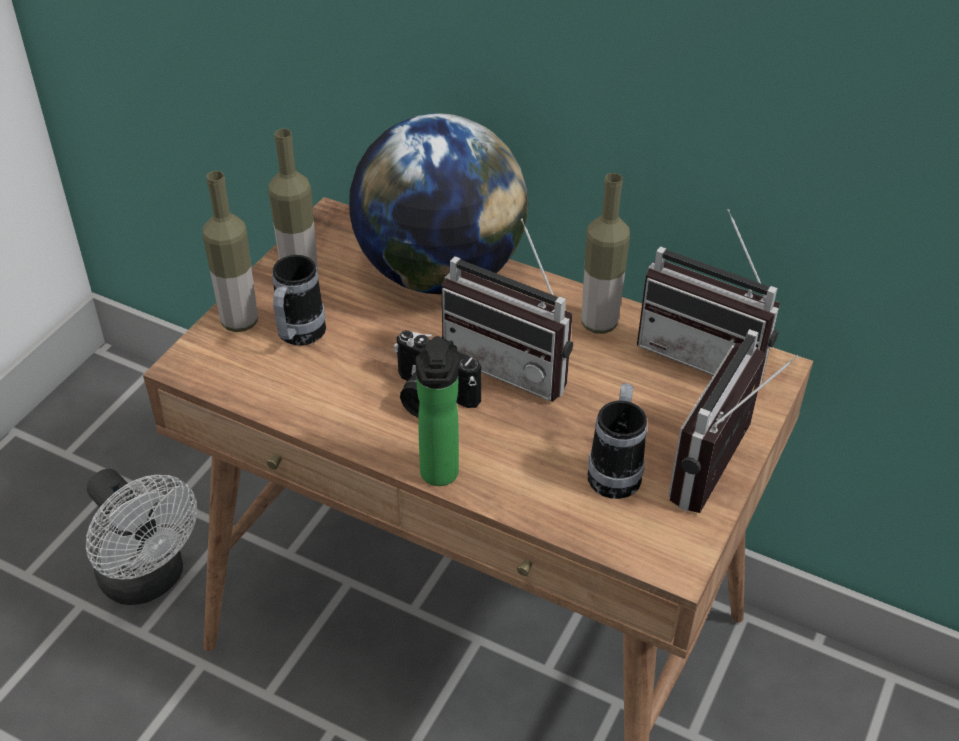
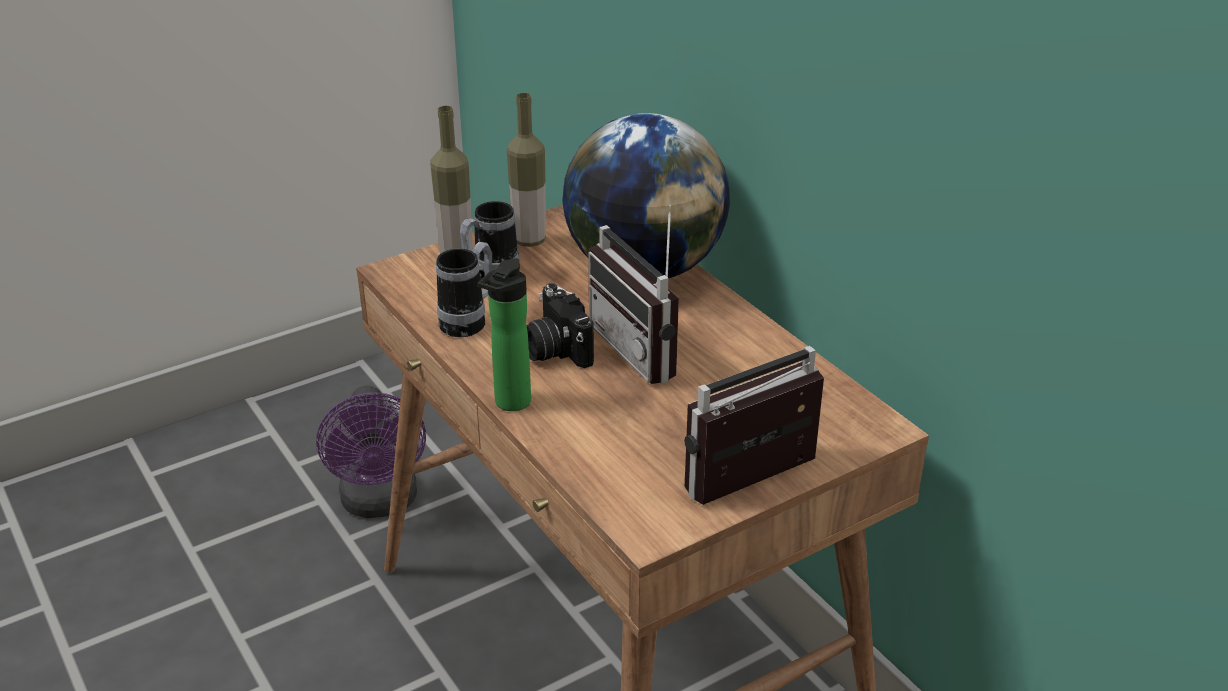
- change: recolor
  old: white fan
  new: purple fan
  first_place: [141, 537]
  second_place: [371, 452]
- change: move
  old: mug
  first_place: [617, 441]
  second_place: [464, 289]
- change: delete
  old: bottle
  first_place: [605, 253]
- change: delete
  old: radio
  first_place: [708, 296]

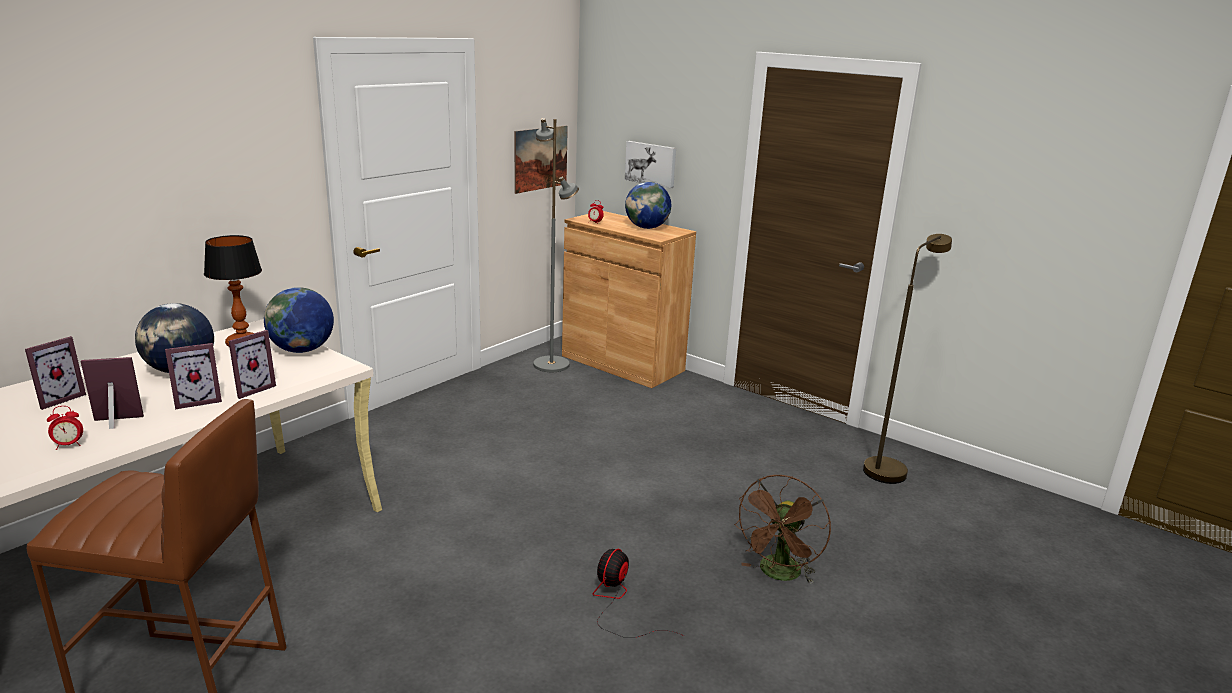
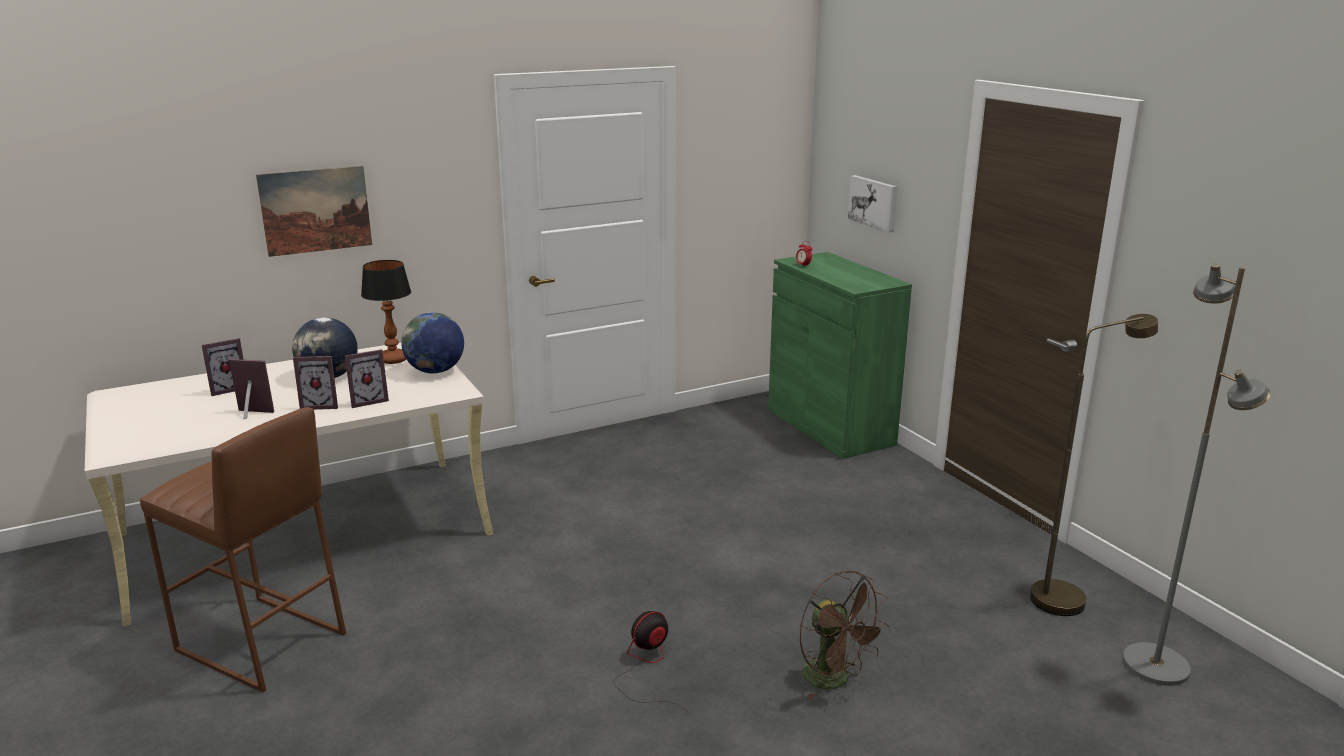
- change: move
  old: picture
  first_place: [541, 159]
  second_place: [314, 211]
- change: recolor
  old: brown cabinet
  new: green cabinet
  first_place: [629, 299]
  second_place: [840, 355]
- change: rotate
  old: brown fan
  first_place: [782, 529]
  second_place: [844, 635]
  degrees: -90
- change: move
  old: grey floor lamp
  first_place: [556, 245]
  second_place: [1196, 474]
- change: delete
  old: alarm clock
  first_place: [65, 428]
- change: delete
  old: globe
  first_place: [648, 205]

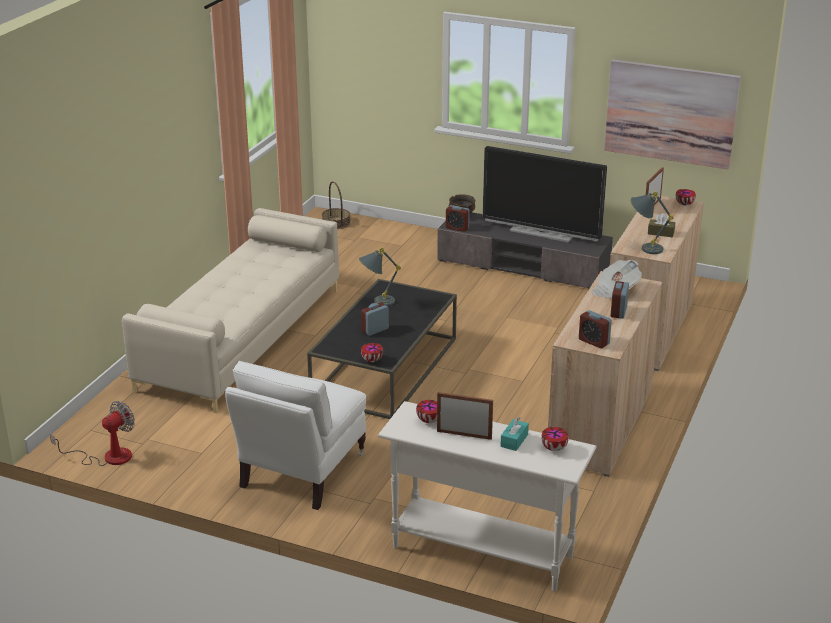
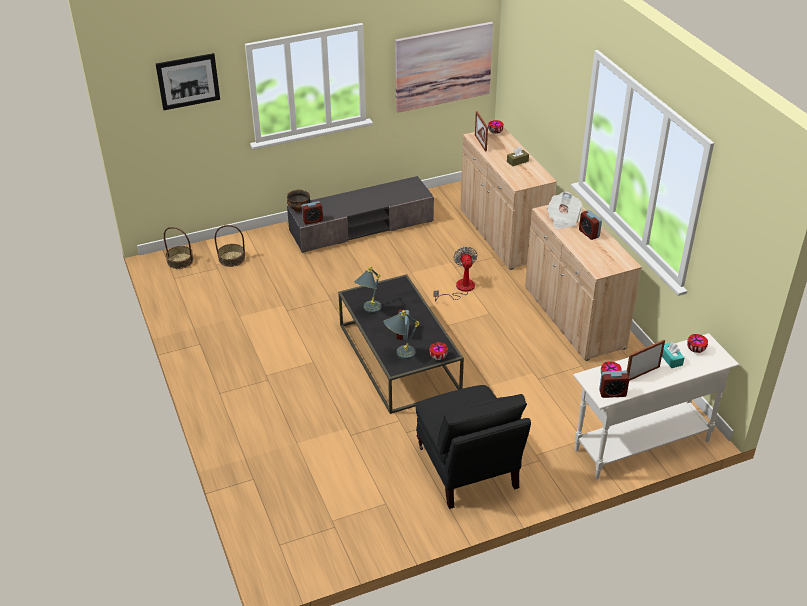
- change: insert
  new: picture
  second_place: [188, 81]
- change: insert
  new: basket
  second_place: [230, 246]
- change: move
  old: grey table lamp
  first_place: [652, 222]
  second_place: [402, 334]
- change: recolor
  old: white armchair
  new: black armchair
  first_place: [295, 435]
  second_place: [473, 447]
- change: move
  old: fan
  first_place: [92, 433]
  second_place: [455, 274]
- change: move
  old: alarm clock
  first_place: [595, 329]
  second_place: [614, 384]
- change: delete
  old: beige sofa
  first_place: [230, 310]
- change: delete
  old: television
  first_place: [545, 194]

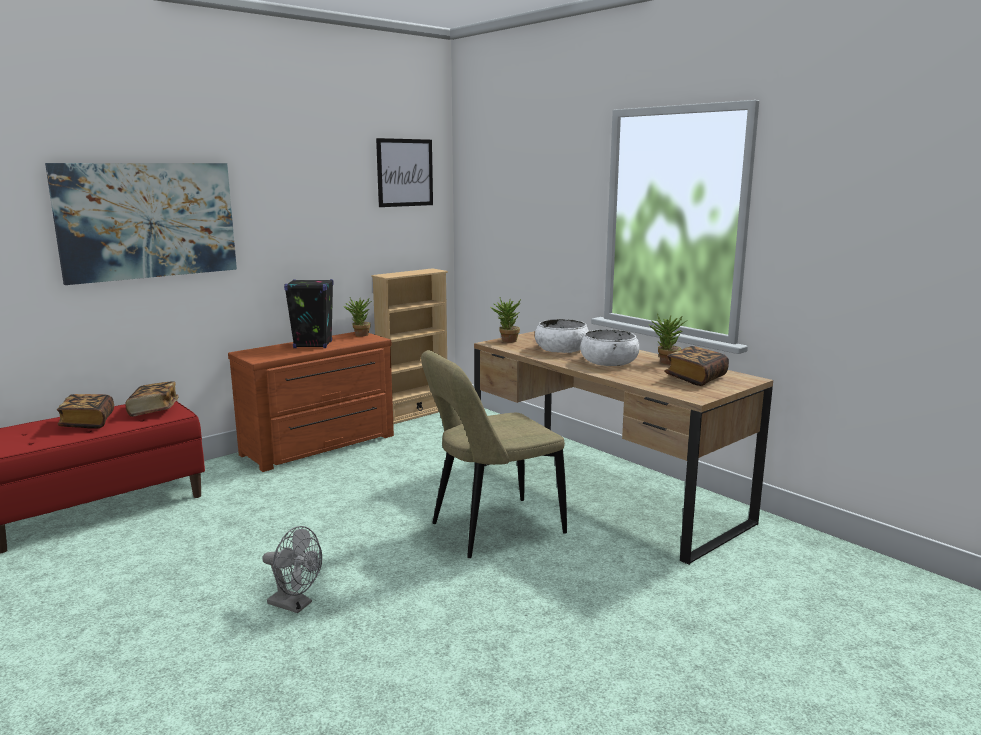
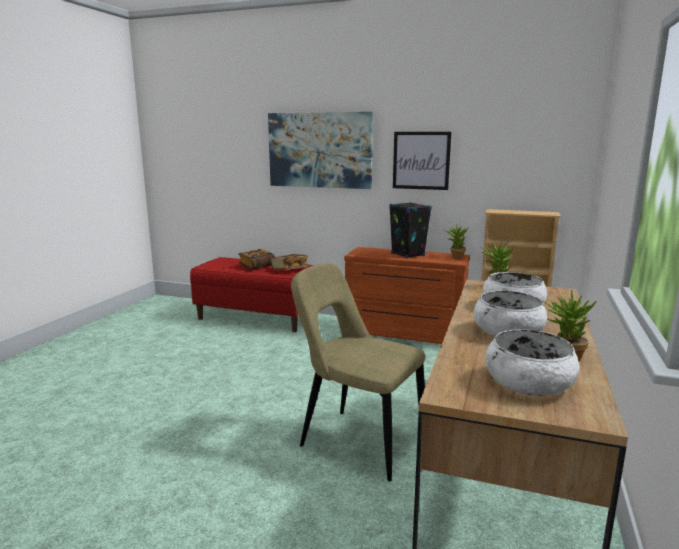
- change: move
  old: picture
  first_place: [404, 172]
  second_place: [422, 161]
- change: replace
  old: book
  new: white bowl
  first_place: [697, 366]
  second_place: [532, 362]
- change: delete
  old: grey fan
  first_place: [292, 569]

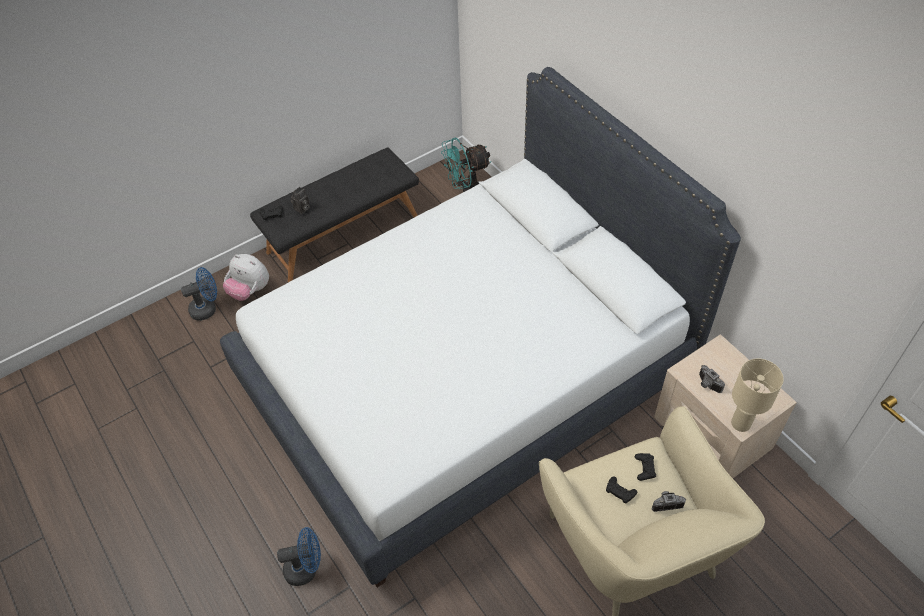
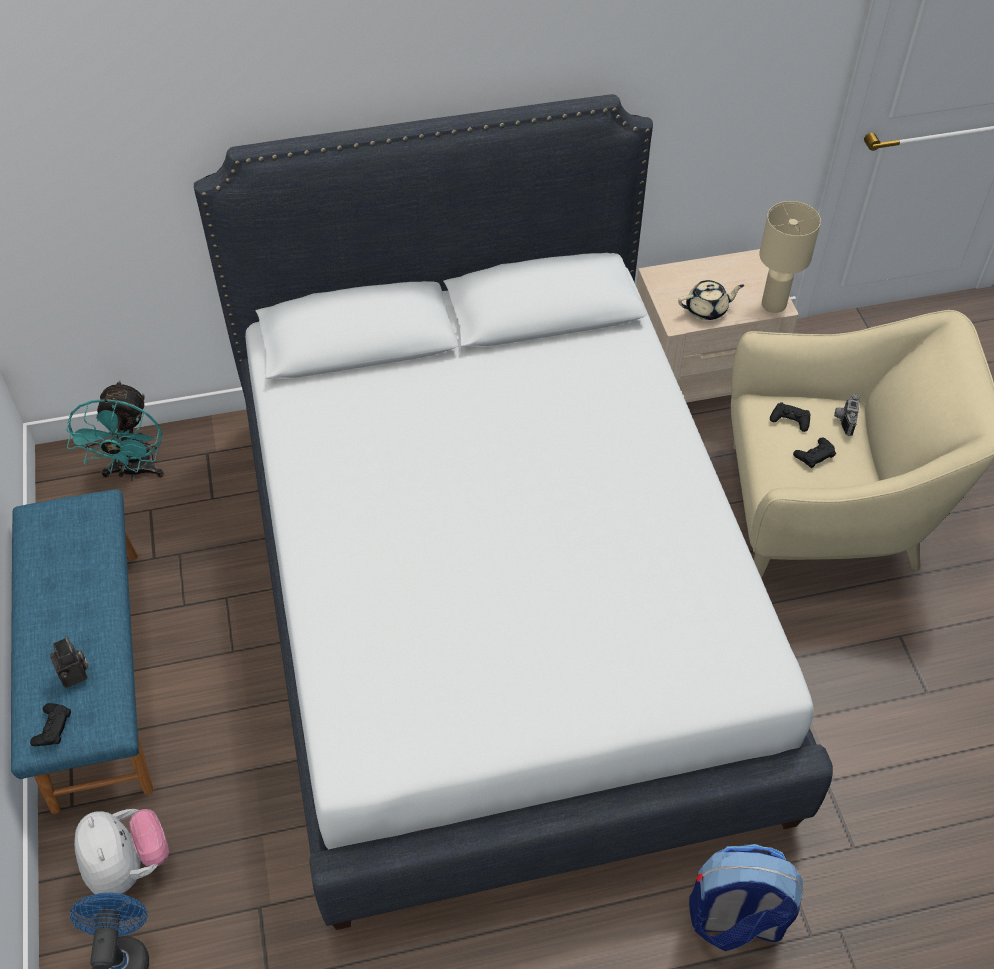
- change: recolor
  old: black bench
  new: blue bench
  first_place: [334, 215]
  second_place: [82, 651]
- change: rotate
  old: plush toy
  first_place: [246, 277]
  second_place: [121, 851]
  degrees: -75
- change: replace
  old: photo camera
  new: beige teapot
  first_place: [712, 379]
  second_place: [711, 300]
- change: replace
  old: blue fan
  new: backpack
  first_place: [299, 556]
  second_place: [746, 897]

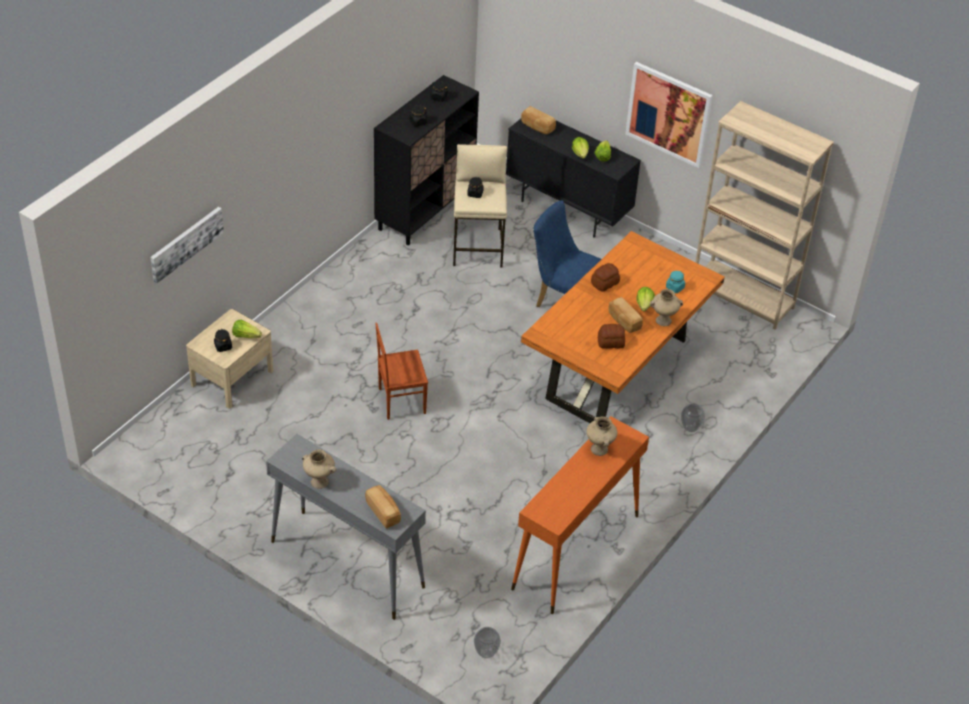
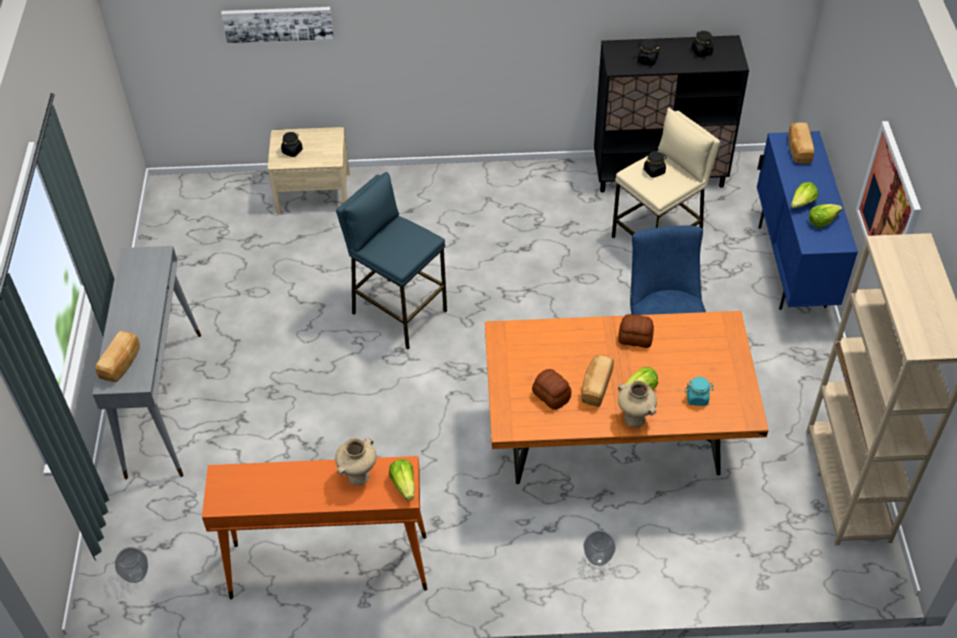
- change: replace
  old: brown chair
  new: blue stool
  first_place: [401, 371]
  second_place: [391, 260]
- change: move
  old: lettuce
  first_place: [247, 329]
  second_place: [401, 480]
- change: recolor
  old: black cabinet
  new: blue cabinet
  first_place: [573, 178]
  second_place: [807, 220]
- change: delete
  old: beige vase
  first_place: [319, 469]

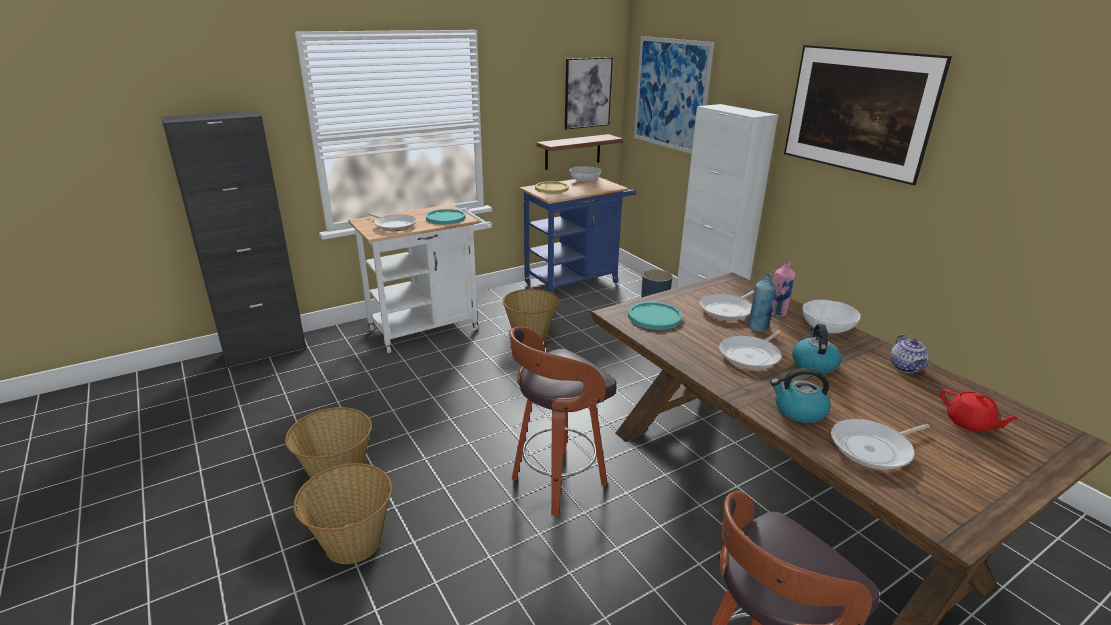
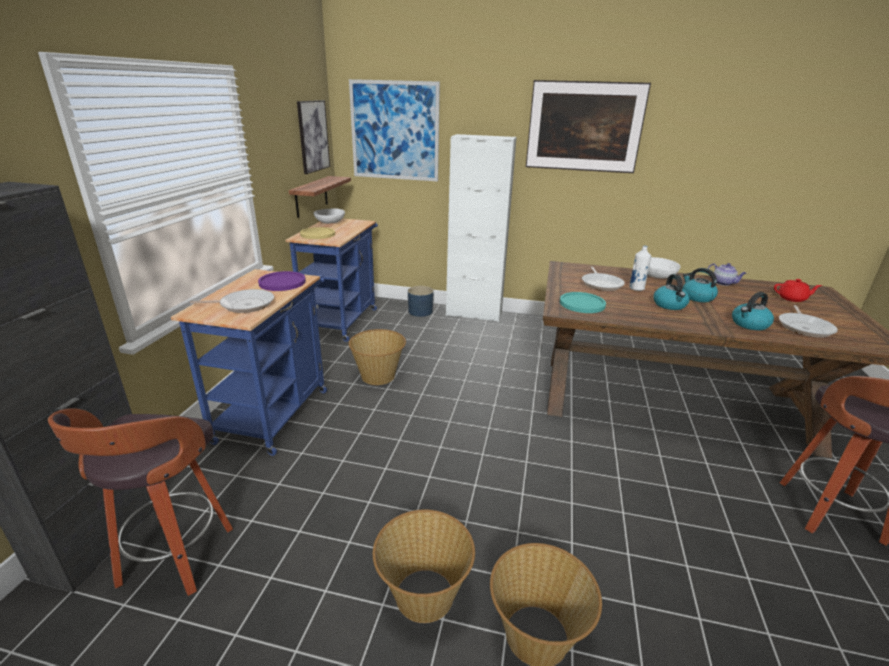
- change: move
  old: stool
  first_place: [563, 421]
  second_place: [140, 502]
- change: recolor
  old: white cart
  new: blue cart
  first_place: [420, 278]
  second_place: [249, 362]
- change: recolor
  old: turquoise plate
  new: purple plate
  first_place: [446, 216]
  second_place: [282, 281]
- change: recolor
  old: blue bottle
  new: white bottle
  first_place: [762, 302]
  second_place: [640, 268]
- change: replace
  old: frying pan
  new: kettle
  first_place: [750, 350]
  second_place: [671, 292]
- change: delete
  old: pink bottle
  first_place: [783, 289]

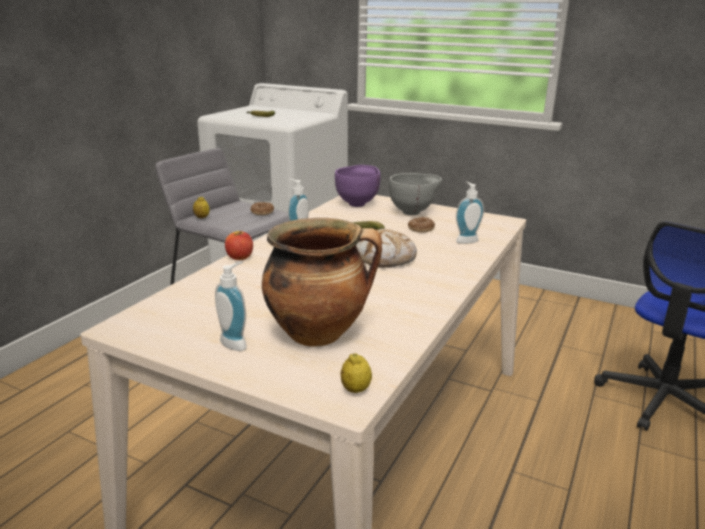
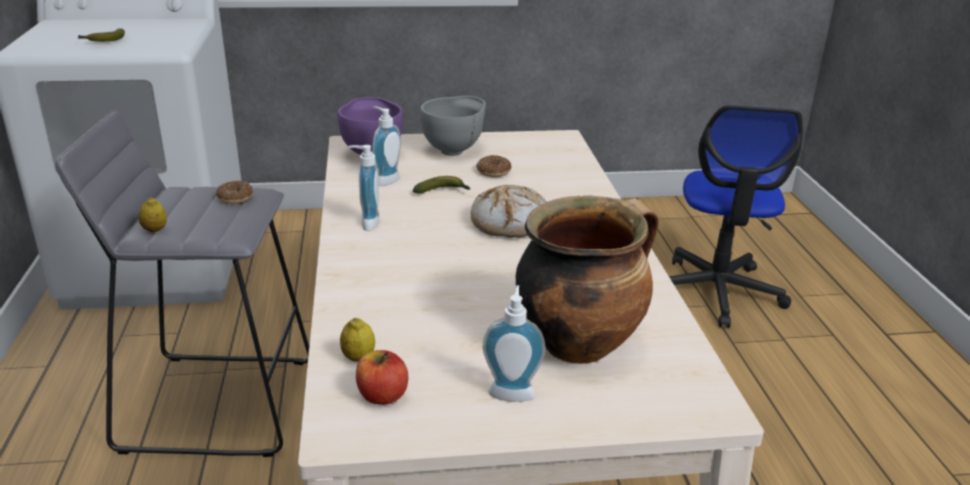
- change: move
  old: lemon
  first_place: [356, 373]
  second_place: [357, 339]
- change: move
  old: apple
  first_place: [239, 245]
  second_place: [382, 377]
- change: move
  old: soap dispenser
  first_place: [470, 213]
  second_place: [386, 146]

